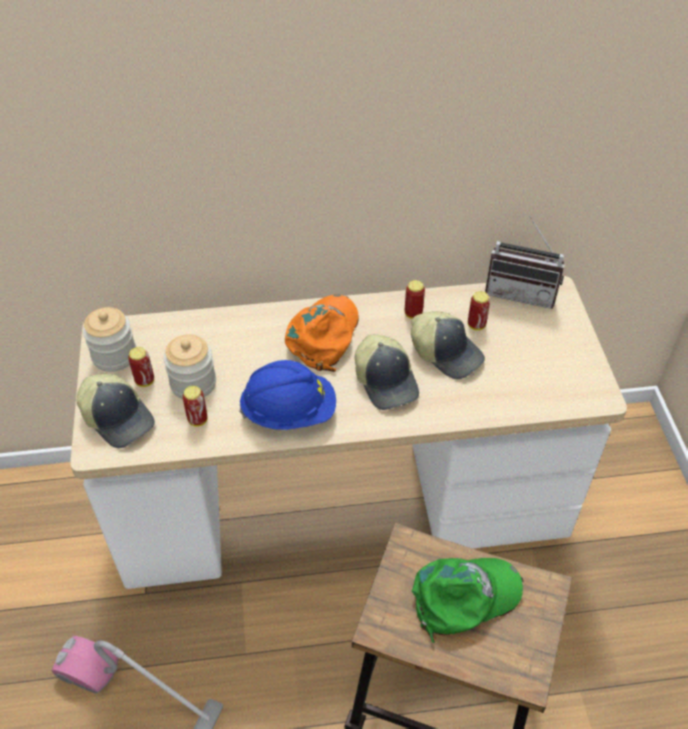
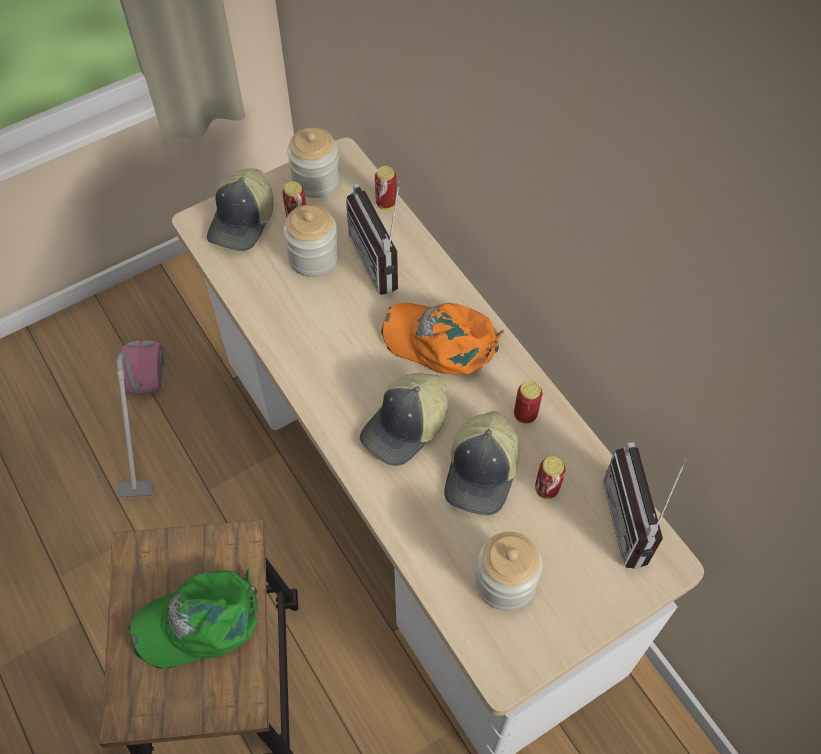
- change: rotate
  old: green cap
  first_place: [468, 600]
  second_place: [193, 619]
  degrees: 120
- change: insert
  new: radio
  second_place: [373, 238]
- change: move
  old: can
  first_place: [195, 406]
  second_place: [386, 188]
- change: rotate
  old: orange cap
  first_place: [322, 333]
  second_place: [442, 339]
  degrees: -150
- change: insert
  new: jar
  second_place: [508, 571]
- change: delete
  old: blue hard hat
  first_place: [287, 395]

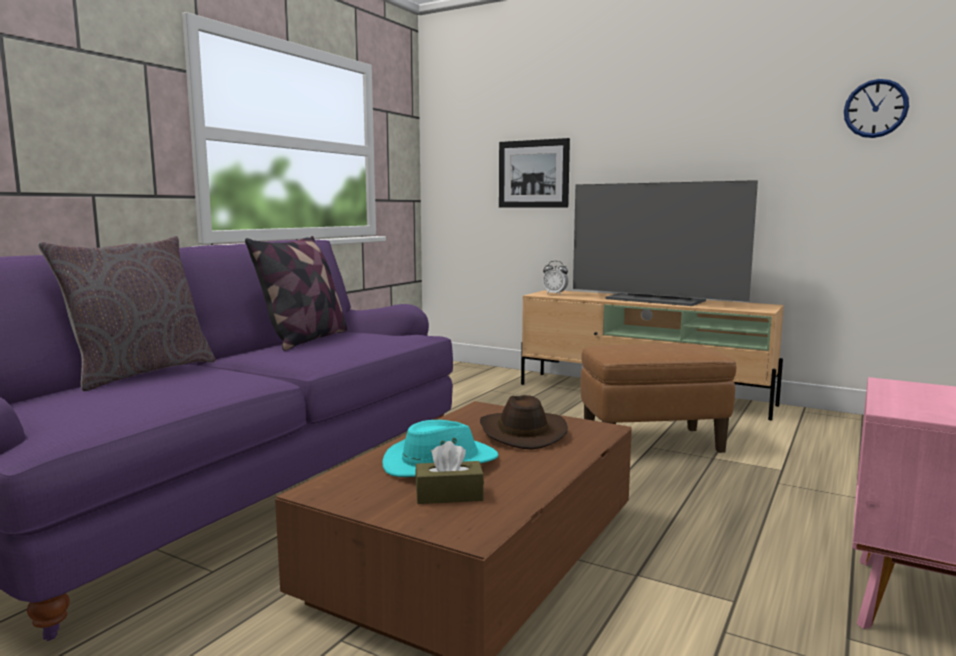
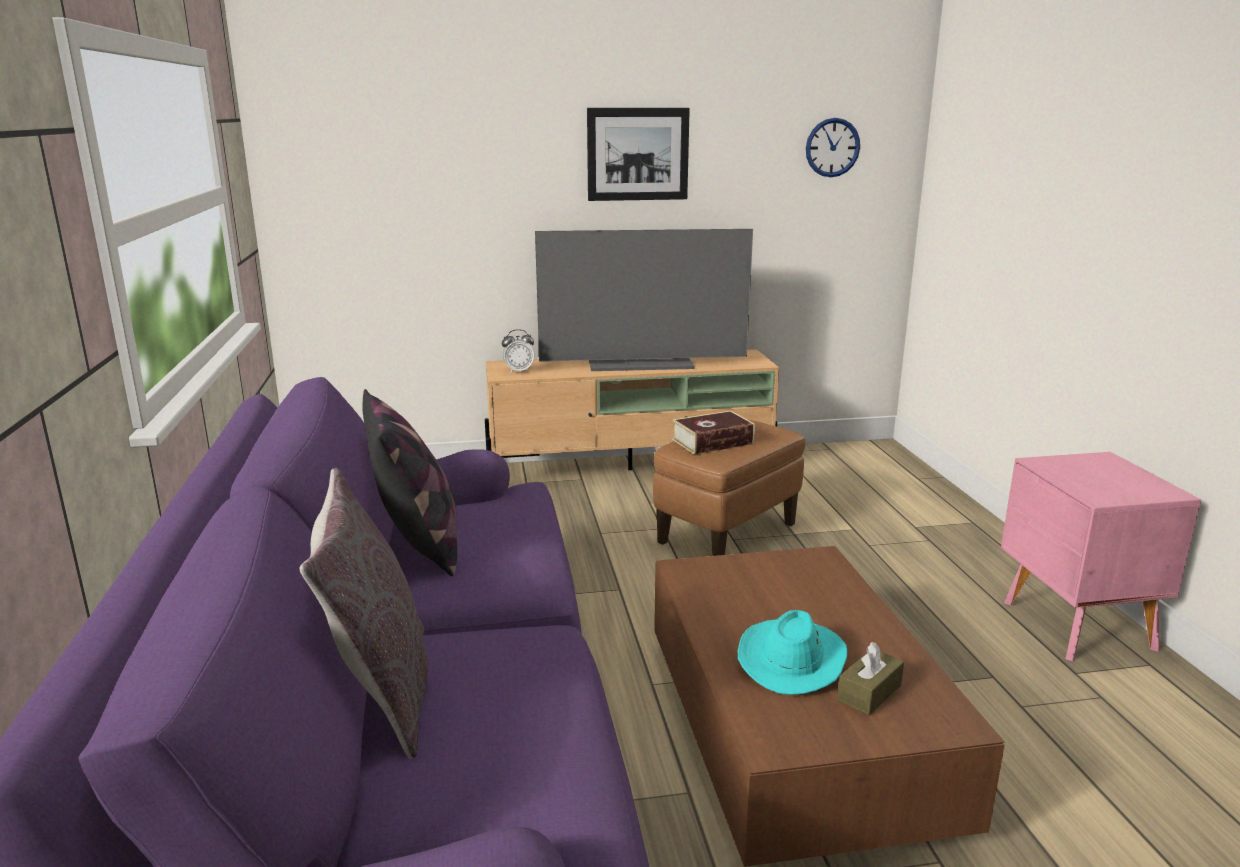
- change: move
  old: picture
  first_place: [534, 173]
  second_place: [638, 154]
- change: insert
  new: book
  second_place: [713, 433]
- change: delete
  old: brown hat
  first_place: [524, 422]

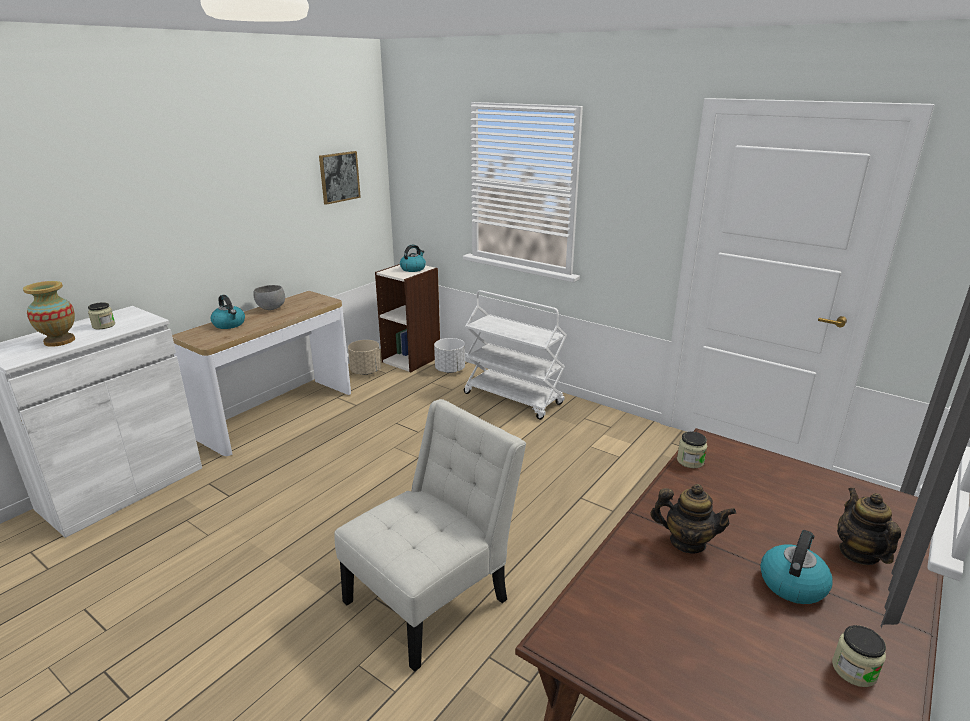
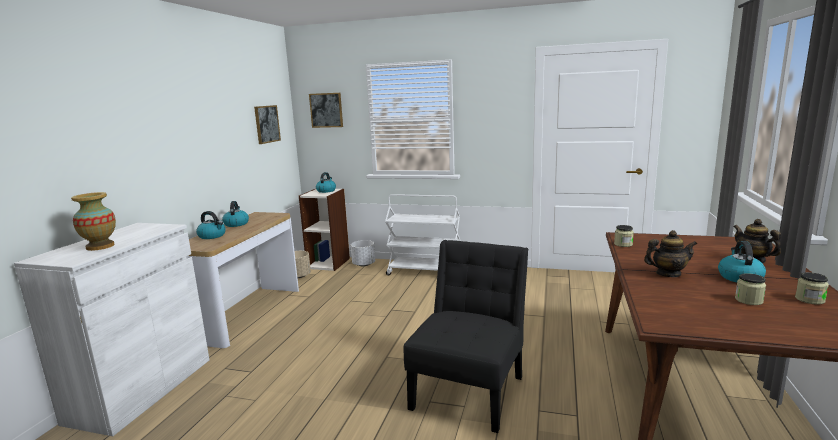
- change: replace
  old: grey bowl
  new: kettle
  first_place: [269, 297]
  second_place: [235, 214]
- change: insert
  new: picture
  second_place: [326, 110]
- change: recolor
  old: white chair
  new: black chair
  first_place: [430, 535]
  second_place: [466, 336]
- change: move
  old: jar
  first_place: [101, 315]
  second_place: [750, 289]

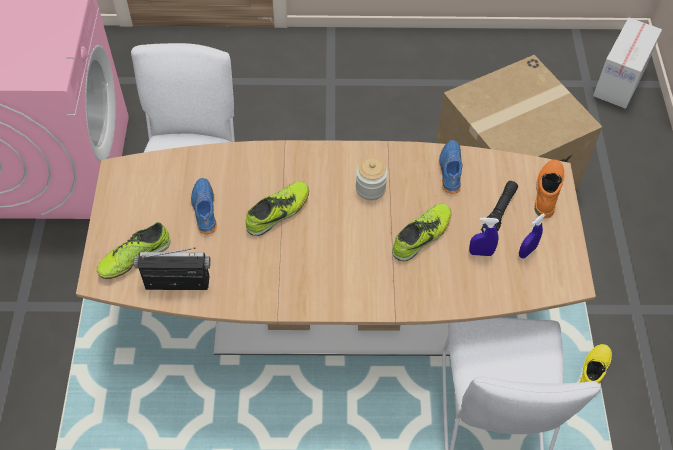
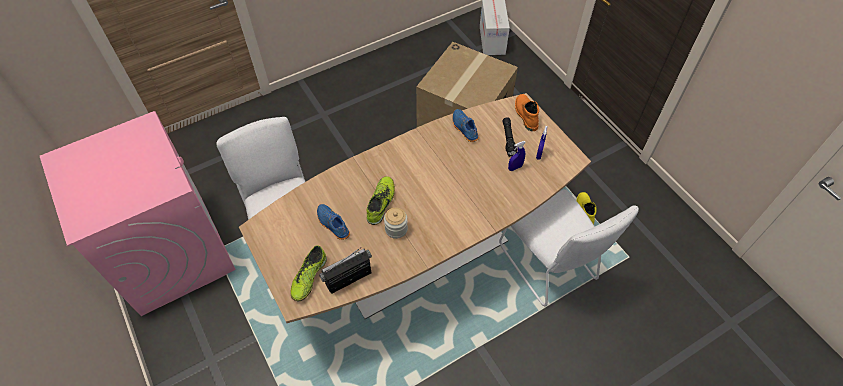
- change: move
  old: jar
  first_place: [372, 178]
  second_place: [396, 223]
- change: delete
  old: shoe
  first_place: [421, 232]

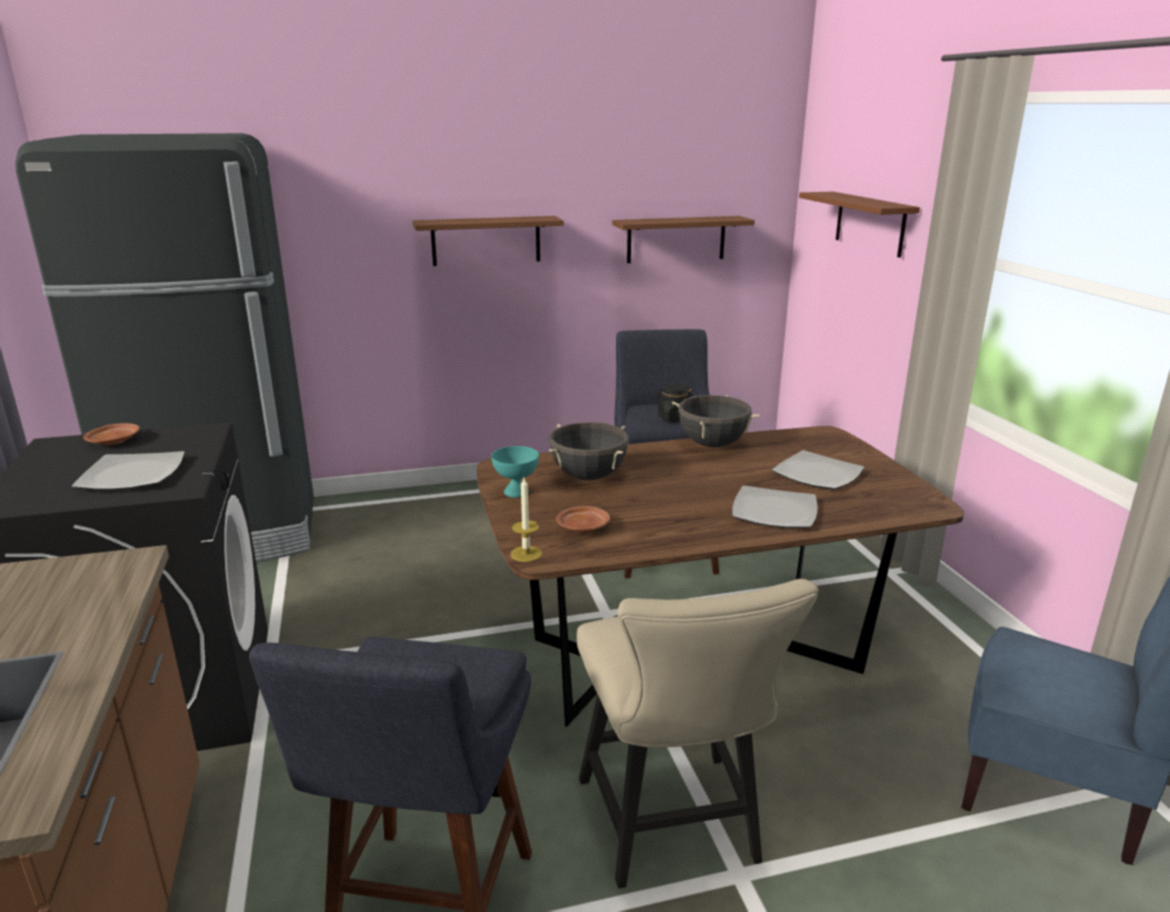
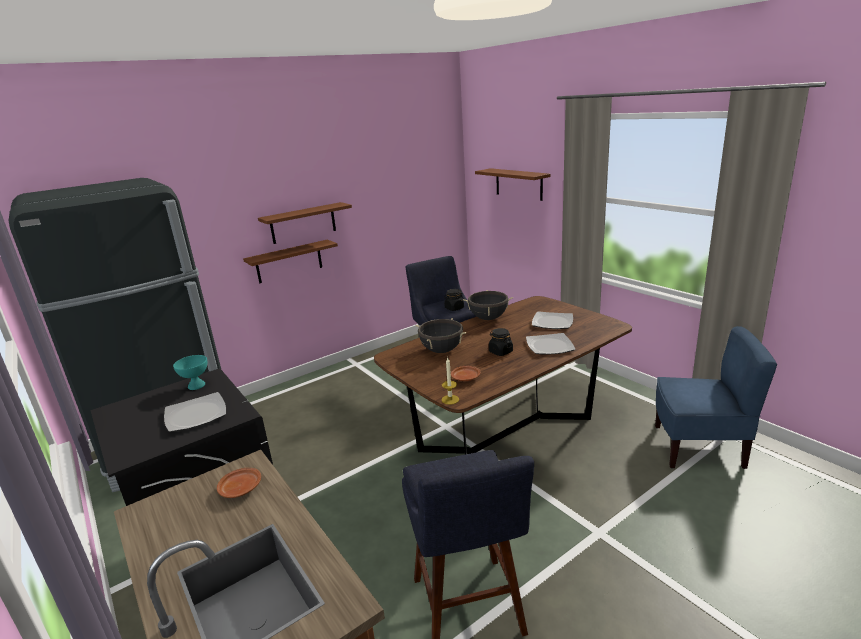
- change: move
  old: turquoise bowl
  first_place: [515, 472]
  second_place: [190, 372]
- change: move
  old: brown plate
  first_place: [111, 434]
  second_place: [239, 483]
- change: move
  old: brown shelf
  first_place: [683, 239]
  second_place: [290, 261]
- change: insert
  new: black jar
  second_place: [501, 342]
- change: delete
  old: beige chair
  first_place: [698, 733]

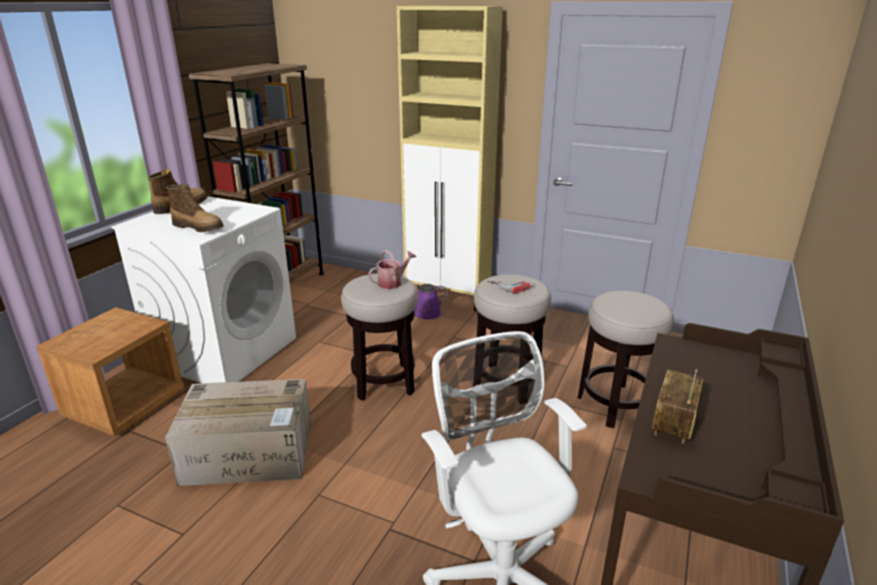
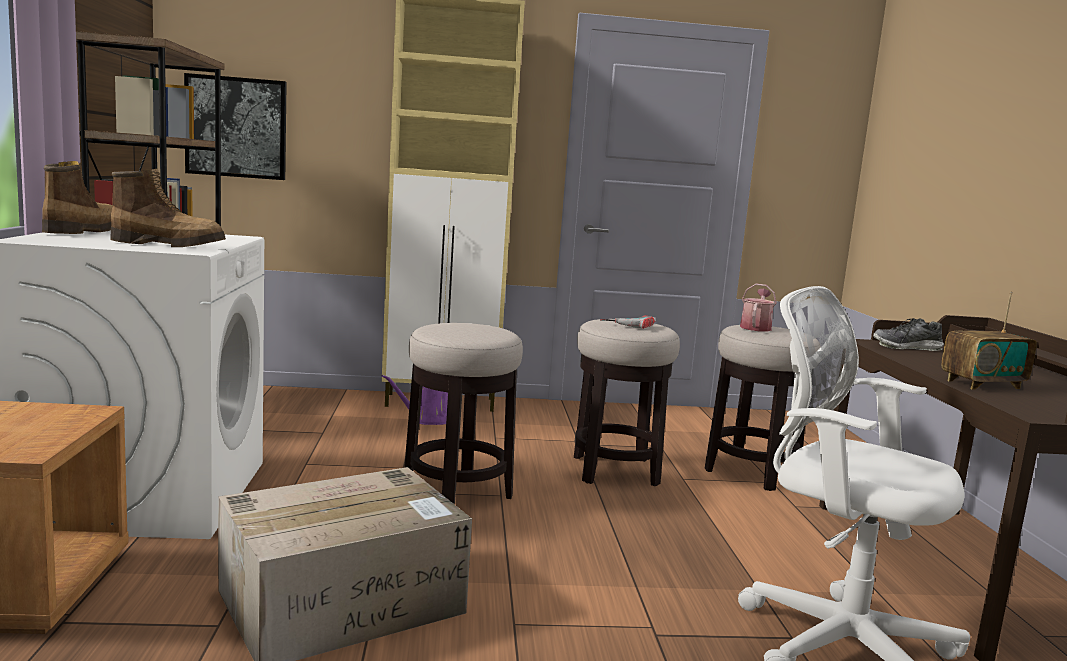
- change: insert
  new: picture
  second_place: [235, 126]
- change: move
  old: watering can
  first_place: [392, 269]
  second_place: [758, 308]
- change: insert
  new: shoe
  second_place: [908, 334]
- change: rotate
  old: radio
  first_place: [678, 407]
  second_place: [989, 340]
  degrees: -105

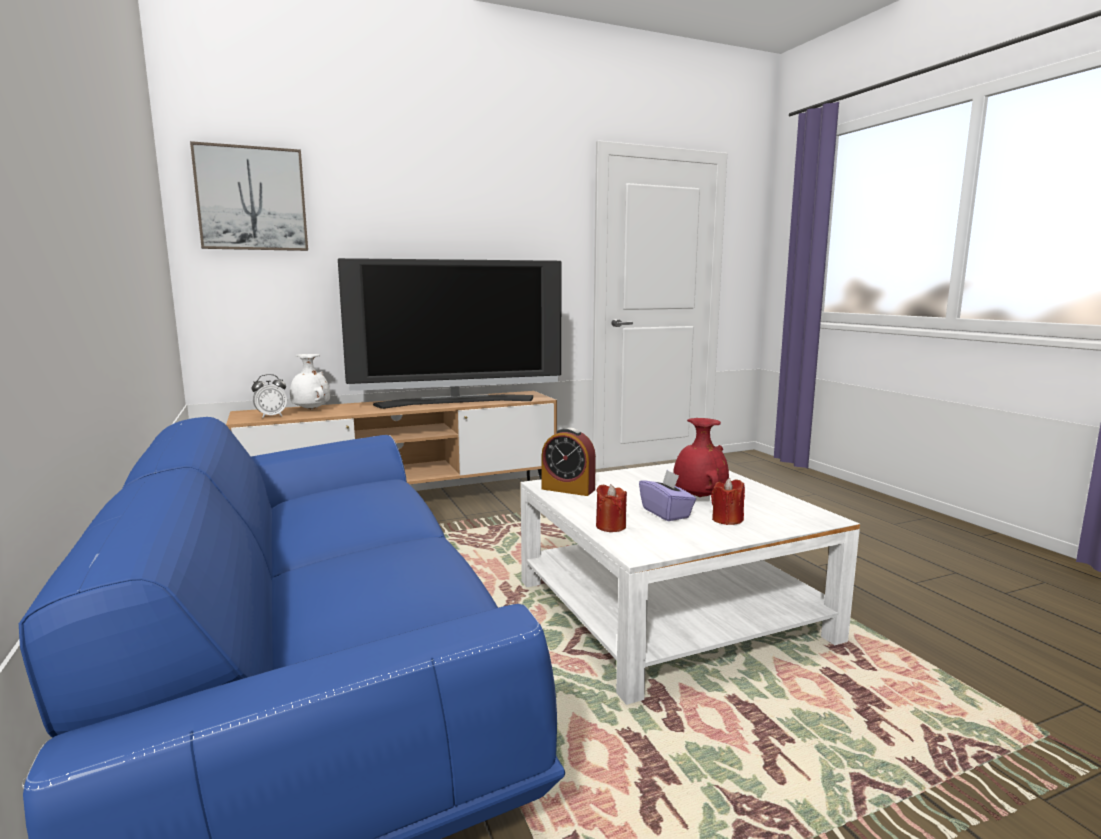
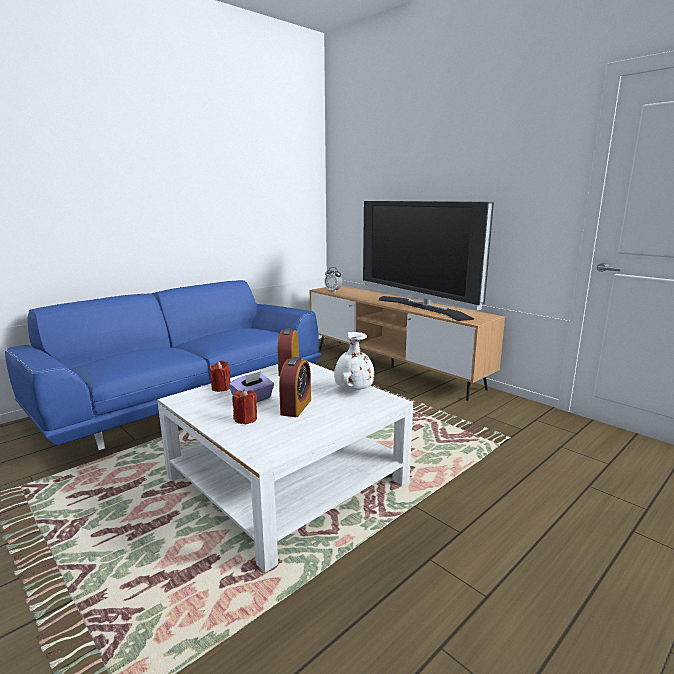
- change: replace
  old: red vase
  new: alarm clock
  first_place: [701, 457]
  second_place: [295, 387]
- change: move
  old: white vase
  first_place: [310, 382]
  second_place: [354, 361]
- change: delete
  old: picture
  first_place: [249, 196]

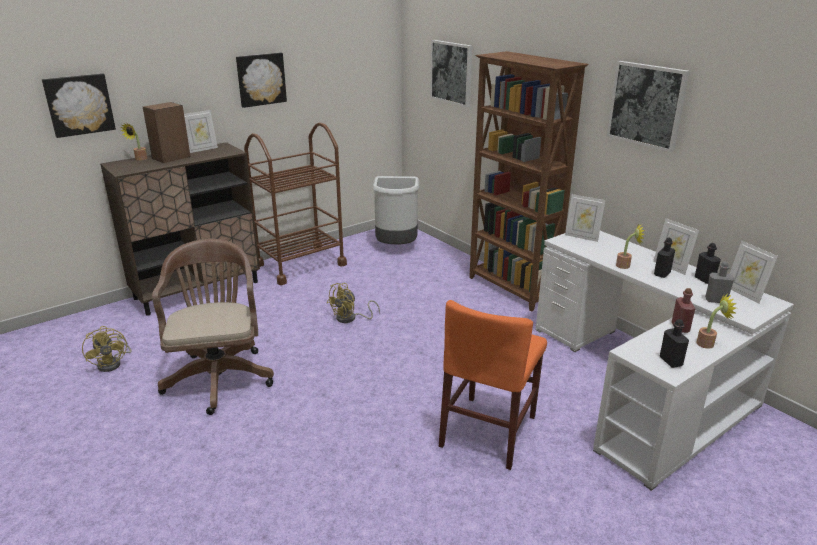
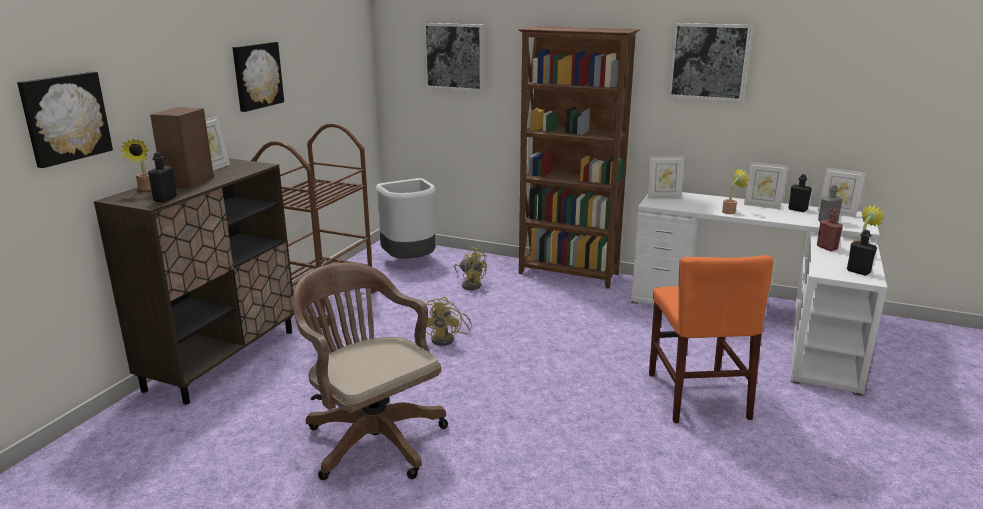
- change: move
  old: black bottle
  first_place: [664, 258]
  second_place: [162, 177]
- change: move
  old: yellow fan
  first_place: [106, 349]
  second_place: [470, 268]

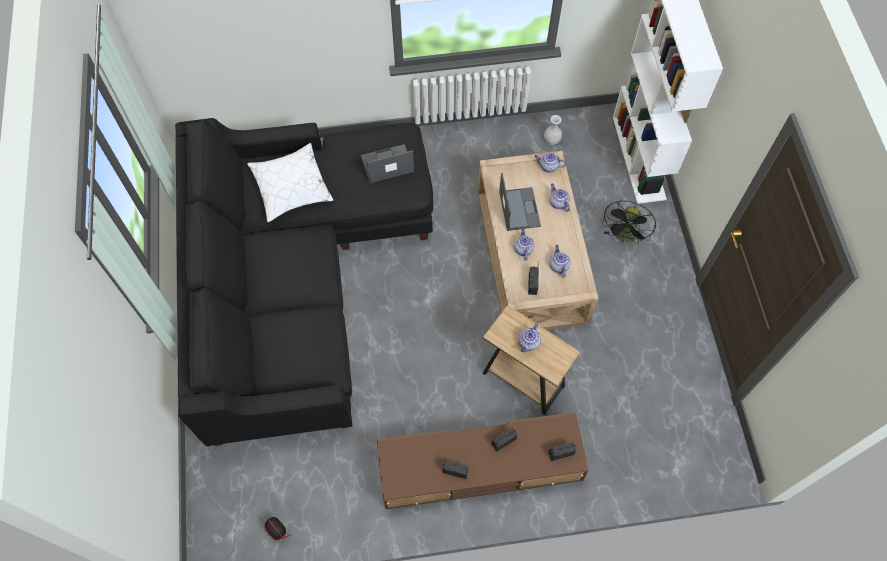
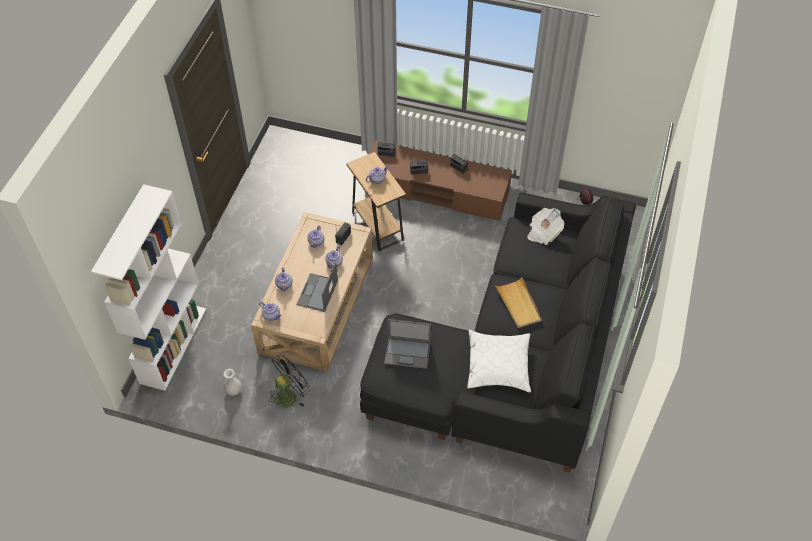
- change: move
  old: black fan
  first_place: [629, 223]
  second_place: [289, 381]
- change: insert
  new: beige tray
  second_place: [518, 302]
- change: insert
  new: newspaper
  second_place: [545, 226]

